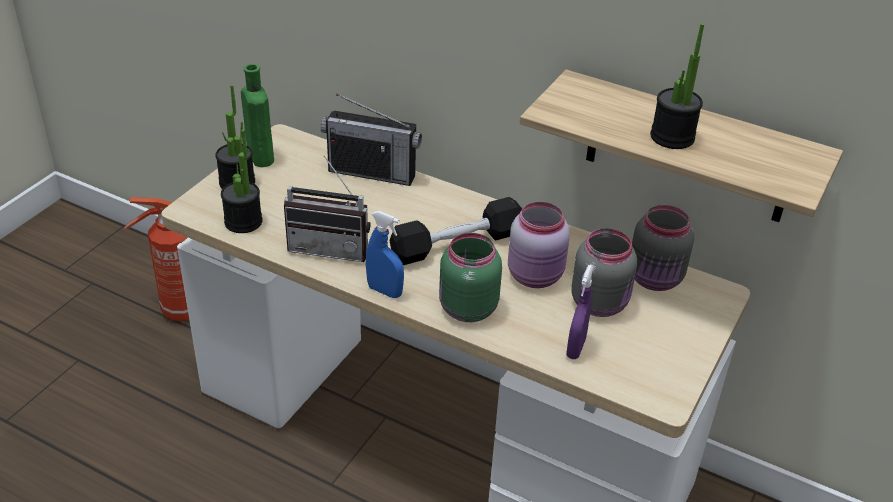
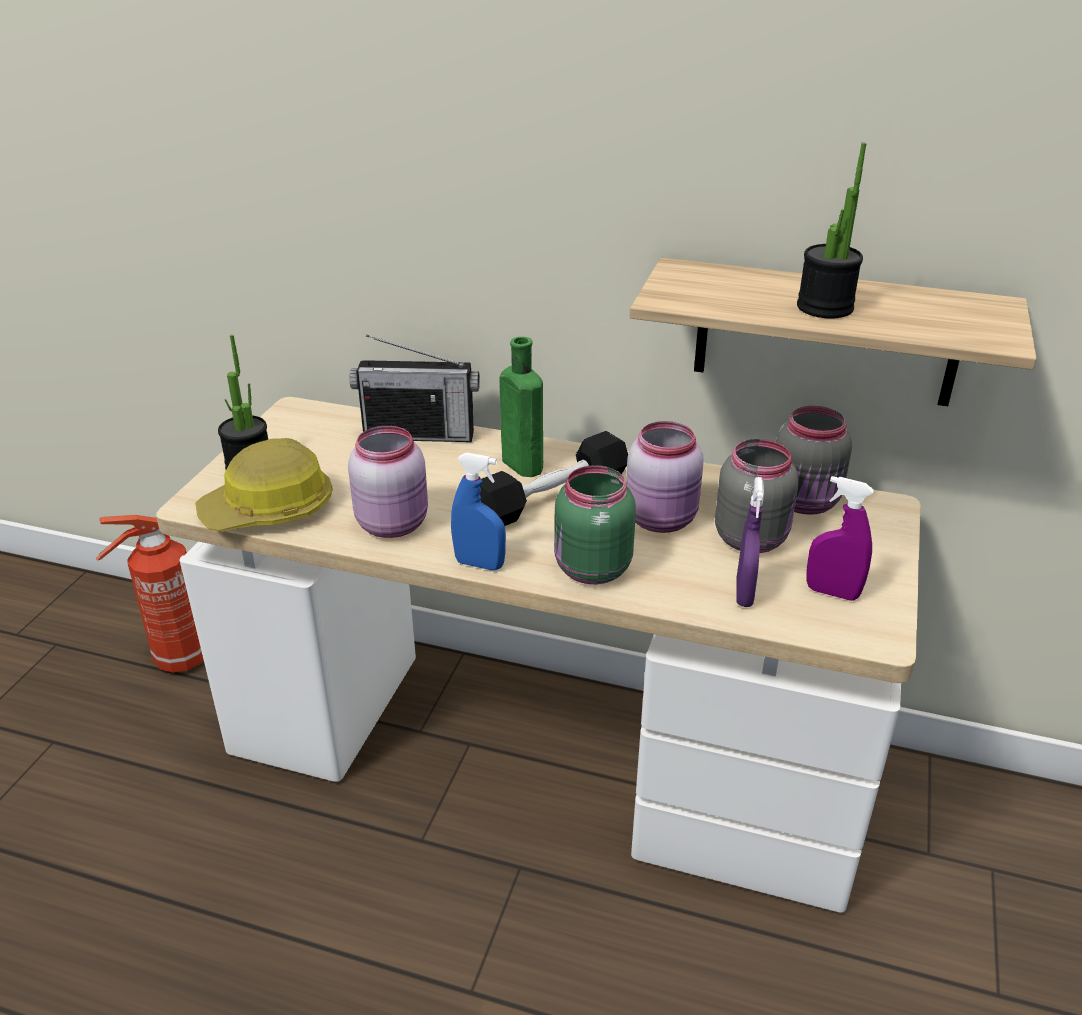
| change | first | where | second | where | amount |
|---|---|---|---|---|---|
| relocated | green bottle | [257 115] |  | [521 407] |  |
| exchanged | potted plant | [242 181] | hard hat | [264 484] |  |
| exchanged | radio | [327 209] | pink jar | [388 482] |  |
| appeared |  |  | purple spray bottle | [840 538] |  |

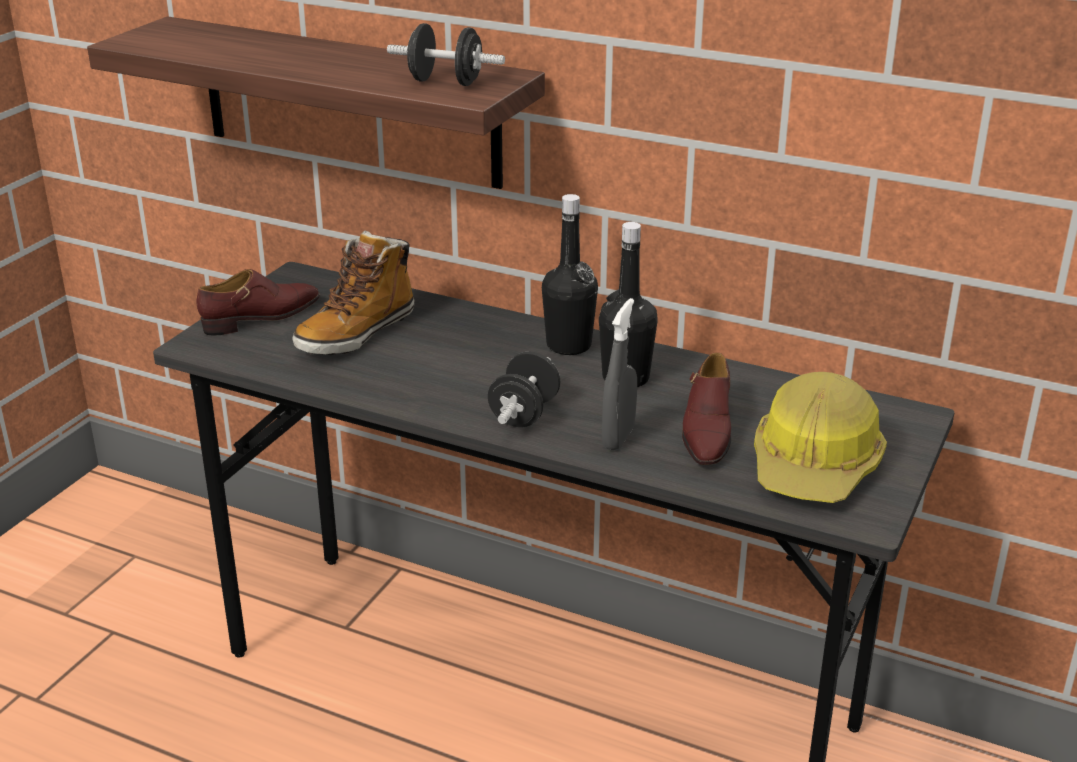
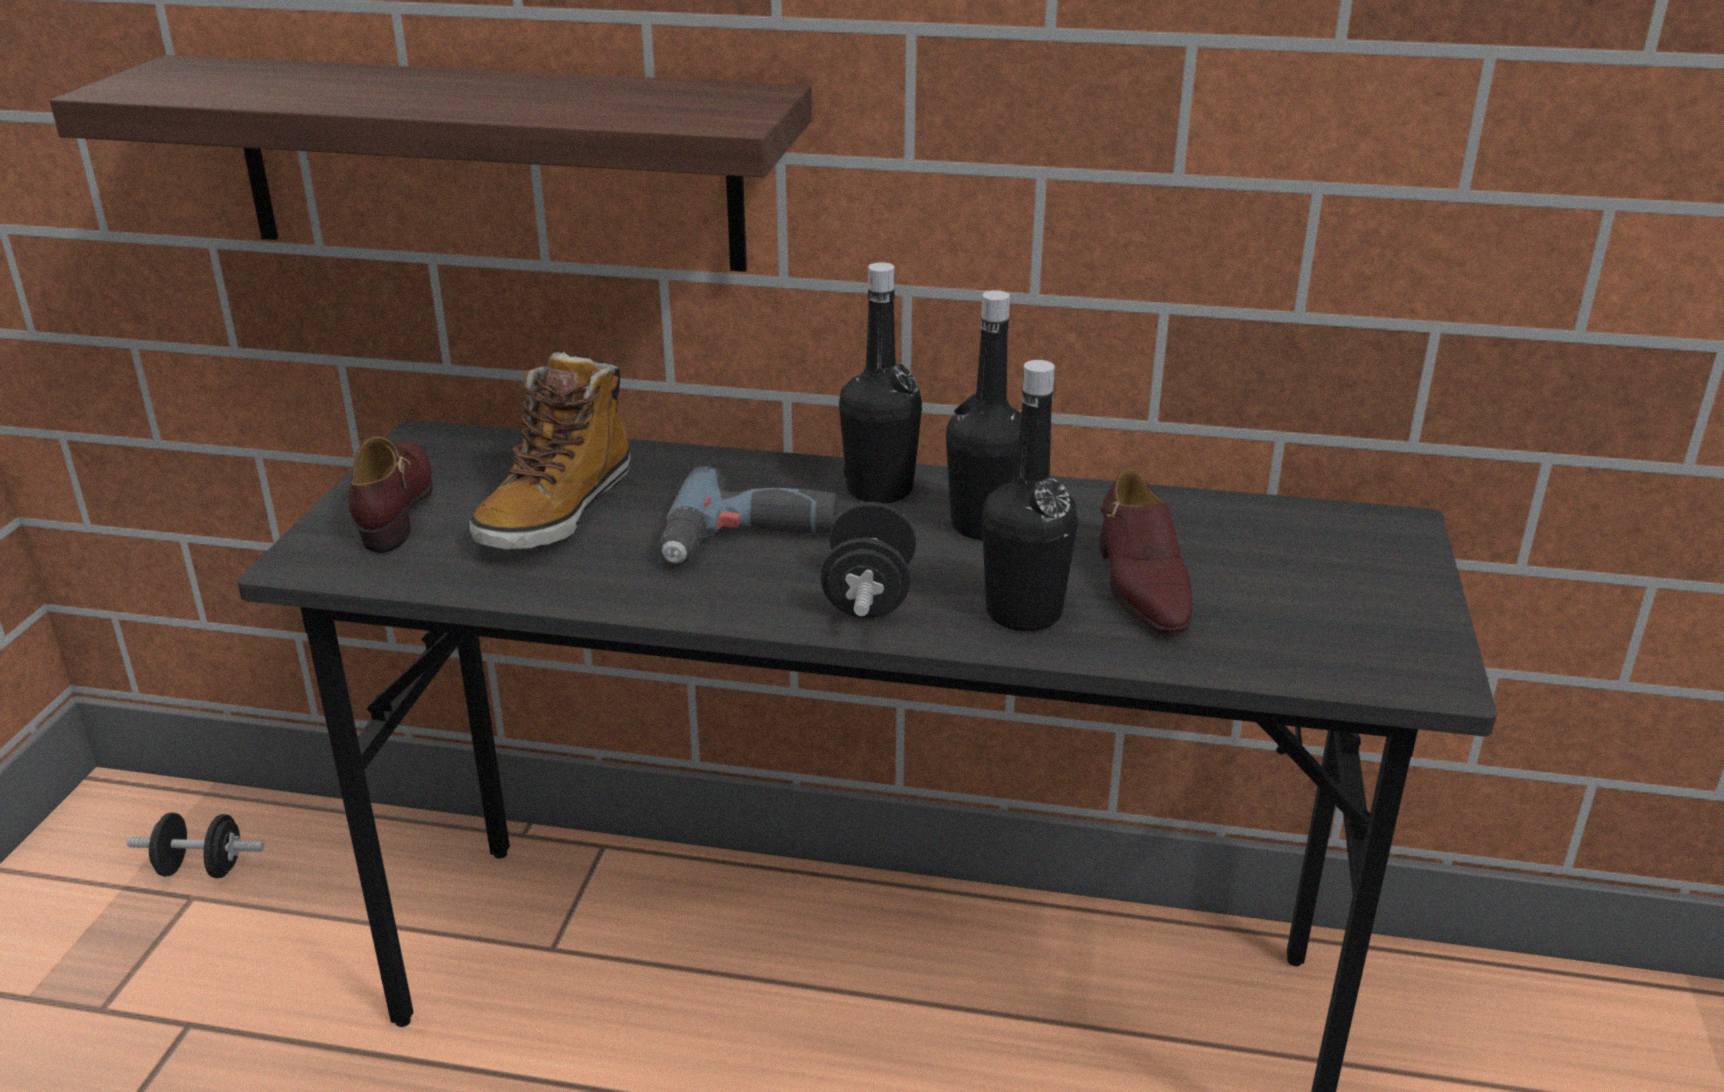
| change | first | where | second | where | amount |
|---|---|---|---|---|---|
| relocated | black dumbbell | [446 54] |  | [195 845] |  |
| spun | brown shoe | [258 302] |  | [390 494] | 45 degrees counterclockwise |
| exchanged | grey spray bottle | [619 374] | black bottle | [1030 495] |  |
| missing | hard hat | [820 437] |  |  |  |
| appeared |  |  | power drill | [748 515] |  |

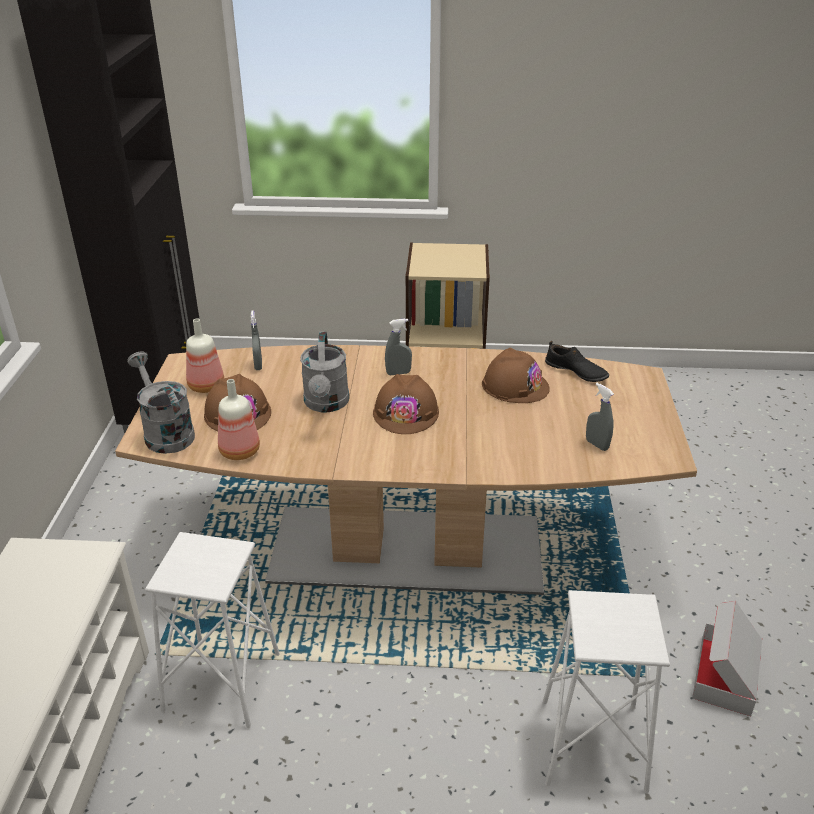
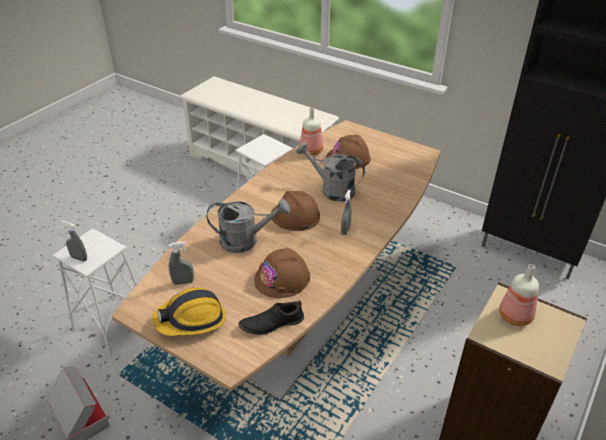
| change | first | where | second | where | amount |
|---|---|---|---|---|---|
| relocated | grey spray bottle | [256 340] |  | [74 241] |  |
| relocated | bottle | [205 356] |  | [519 295] |  |
| relocated | grey watering can | [161 402] |  | [248 226] |  |
| appeared |  |  | hard hat | [189 312] |  |

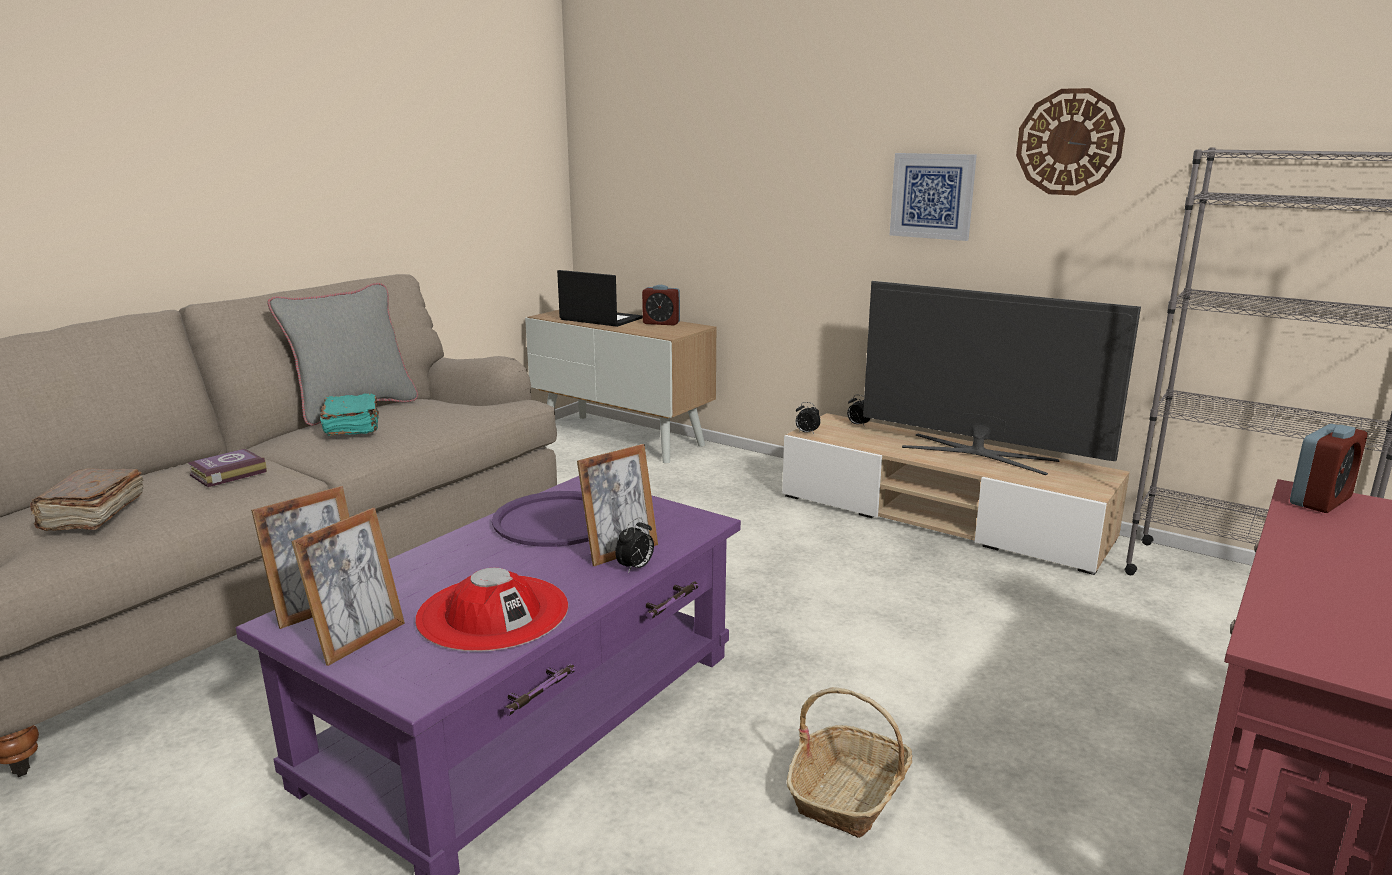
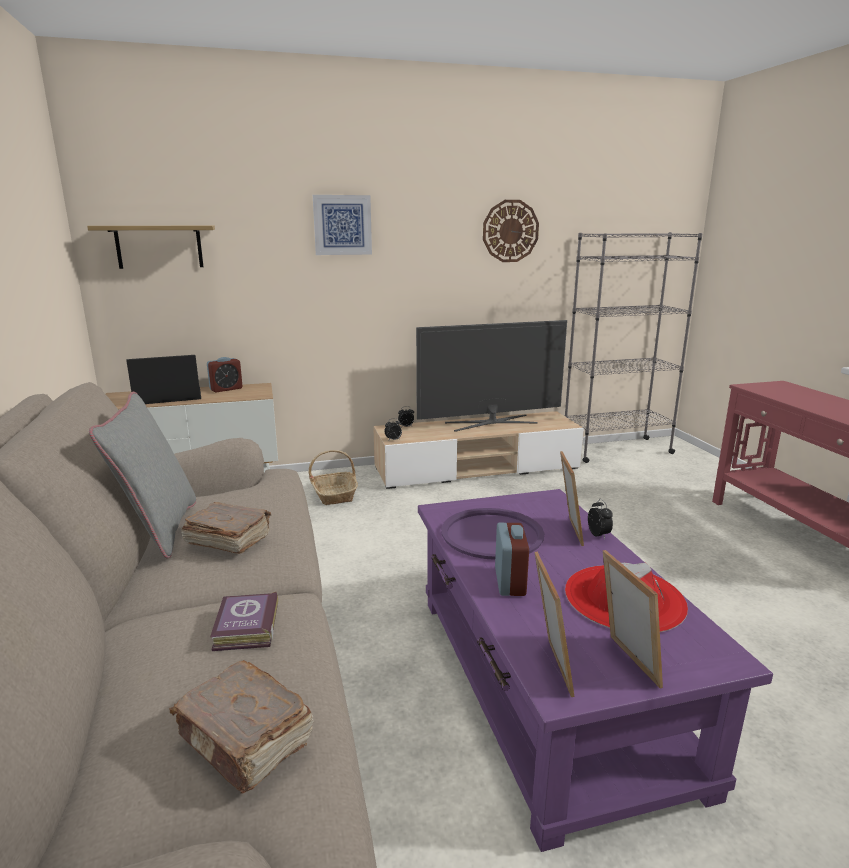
| change | first | where | second | where | amount |
|---|---|---|---|---|---|
| relocated | picture | [933 197] |  | [342 225] |  |
| colour | turquoise book | [349 414] | brown book | [226 528] |  |
| relocated | alarm clock | [1328 468] |  | [512 559] |  |
| relocated | basket | [850 762] |  | [333 477] |  |
| appeared |  |  | shelf | [151 247] |  |

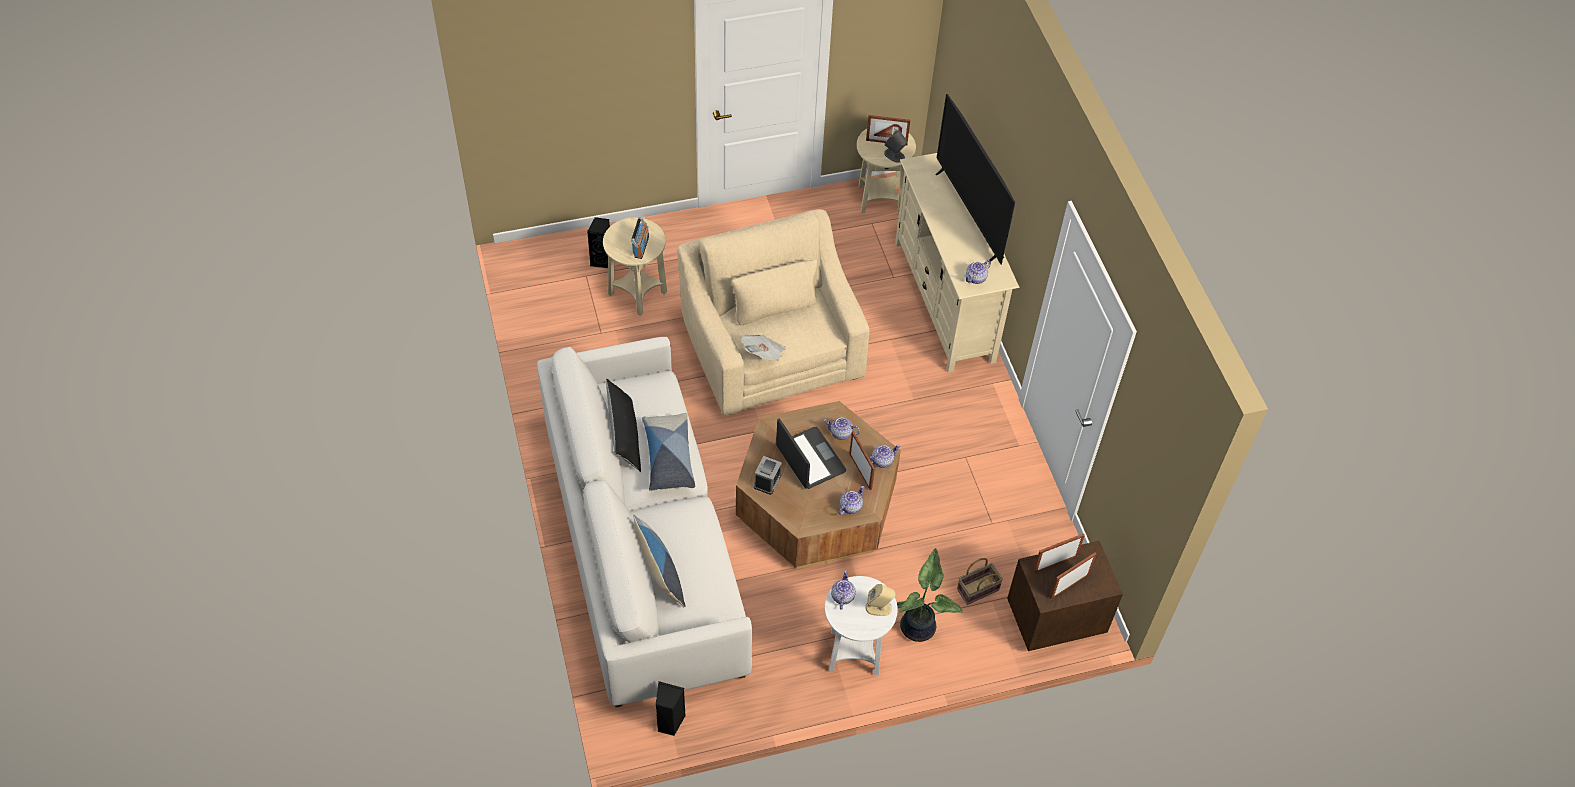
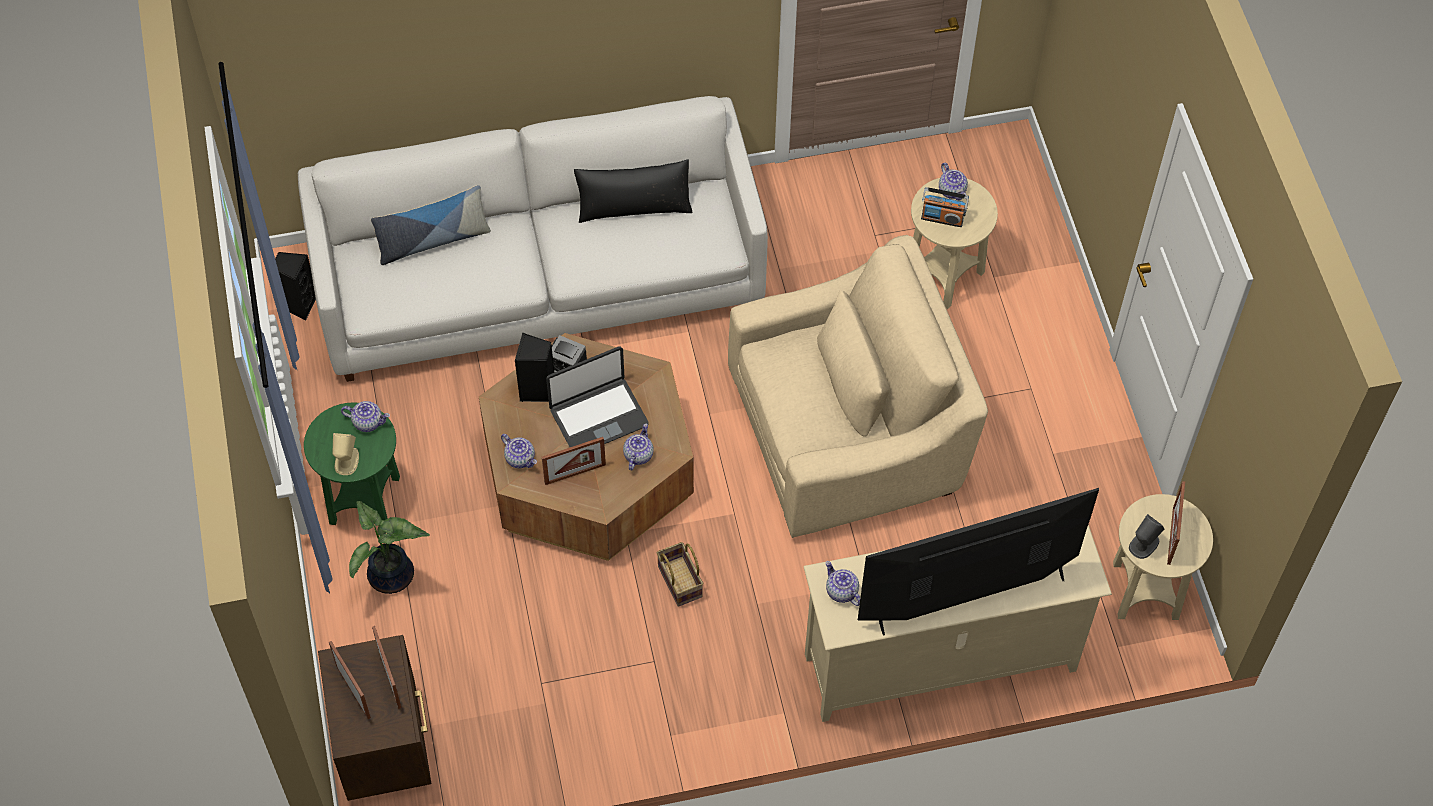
| change | first | where | second | where | amount |
|---|---|---|---|---|---|
| relocated | black speaker | [598 242] |  | [534 367] |  |
| missing | newspaper | [763 347] |  |  |  |
| missing | pillow | [668 452] |  |  |  |
| relocated | teapot | [884 456] |  | [953 182] |  |
| relocated | basket | [980 581] |  | [680 574] |  |
| colour | white side table | [861 625] | green side table | [352 463] |  |

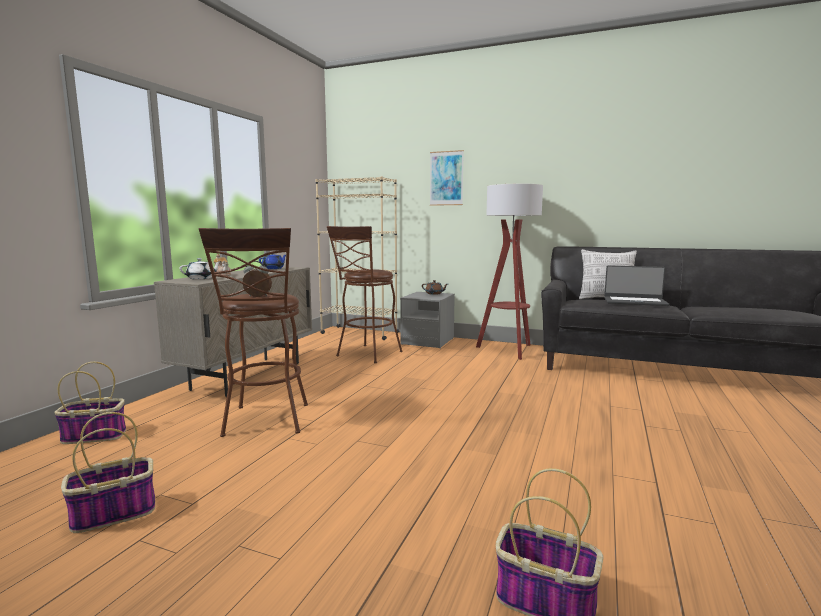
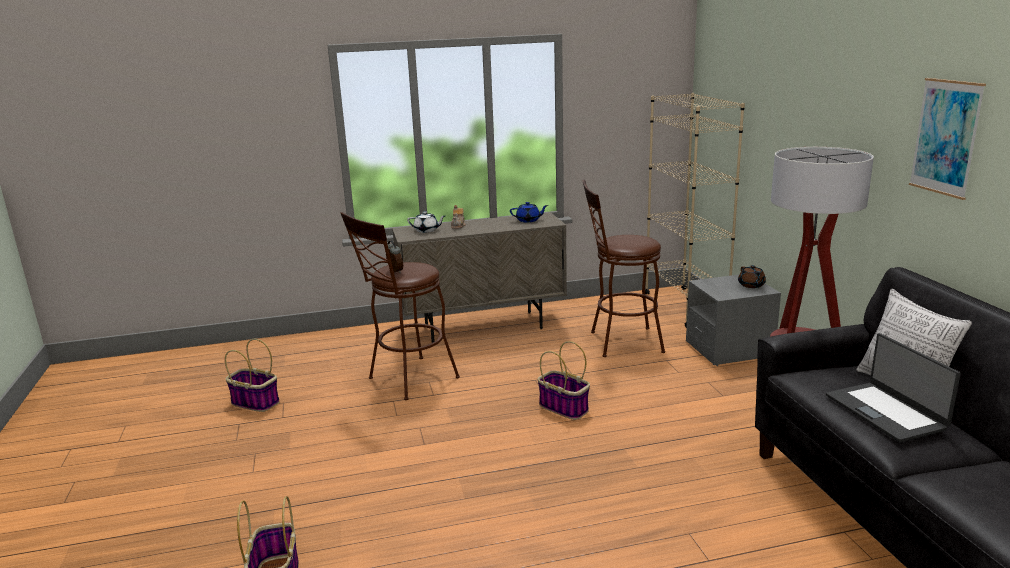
| change | first | where | second | where | amount |
|---|---|---|---|---|---|
| relocated | picture | [447 178] |  | [947 139] |  |
| relocated | basket | [90 403] |  | [564 380] |  |

